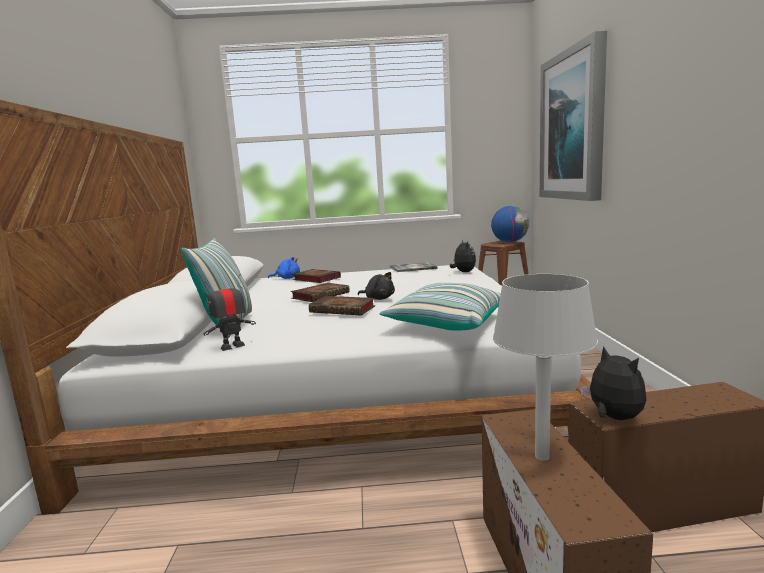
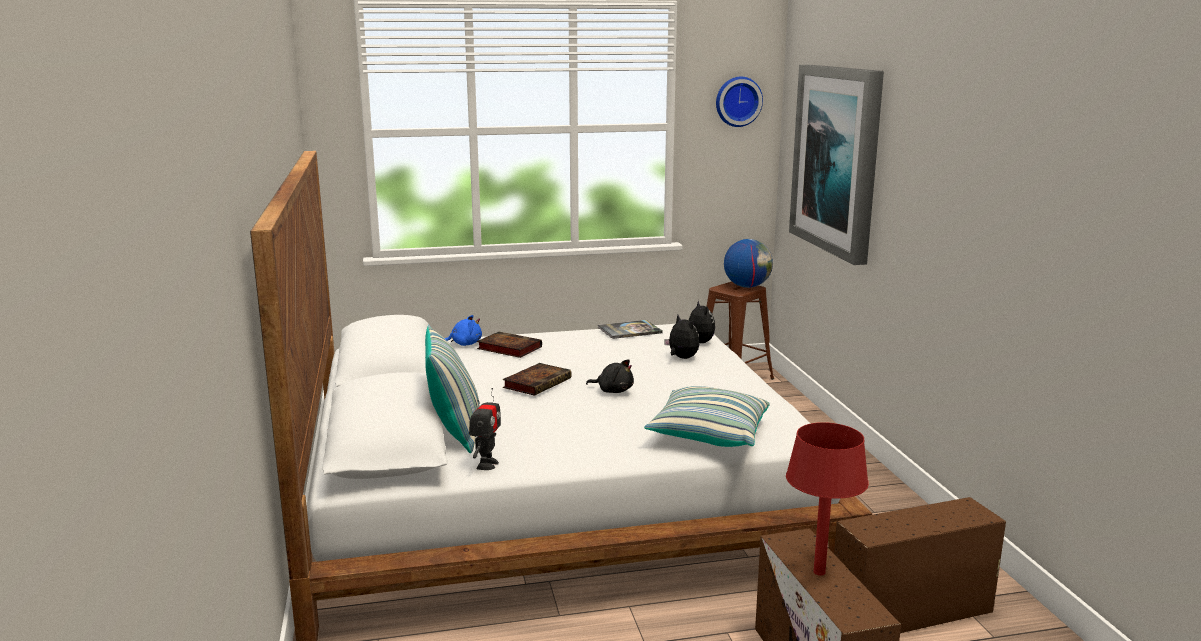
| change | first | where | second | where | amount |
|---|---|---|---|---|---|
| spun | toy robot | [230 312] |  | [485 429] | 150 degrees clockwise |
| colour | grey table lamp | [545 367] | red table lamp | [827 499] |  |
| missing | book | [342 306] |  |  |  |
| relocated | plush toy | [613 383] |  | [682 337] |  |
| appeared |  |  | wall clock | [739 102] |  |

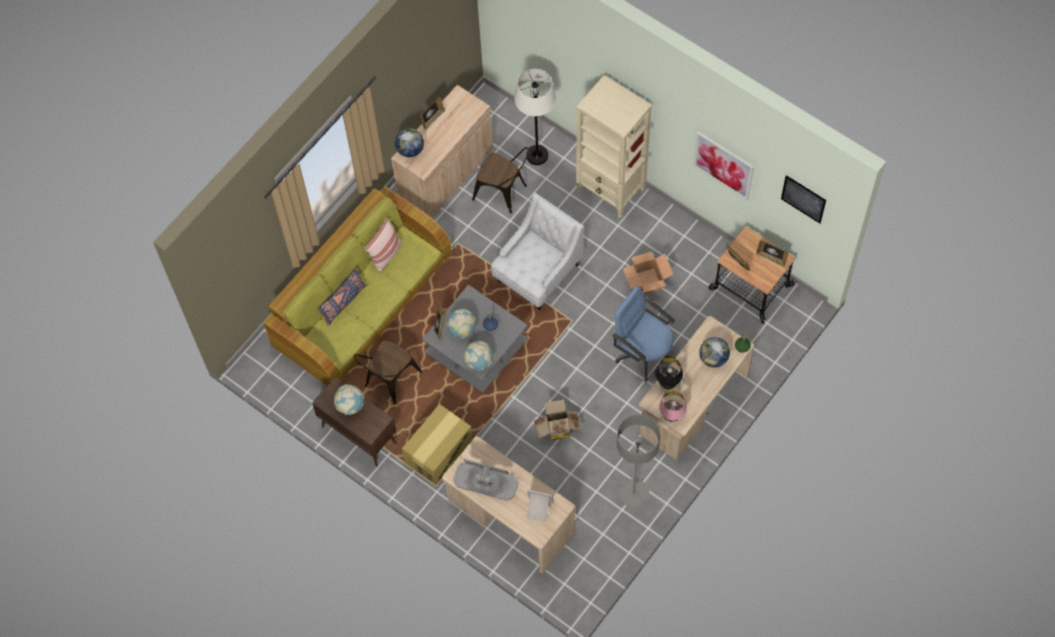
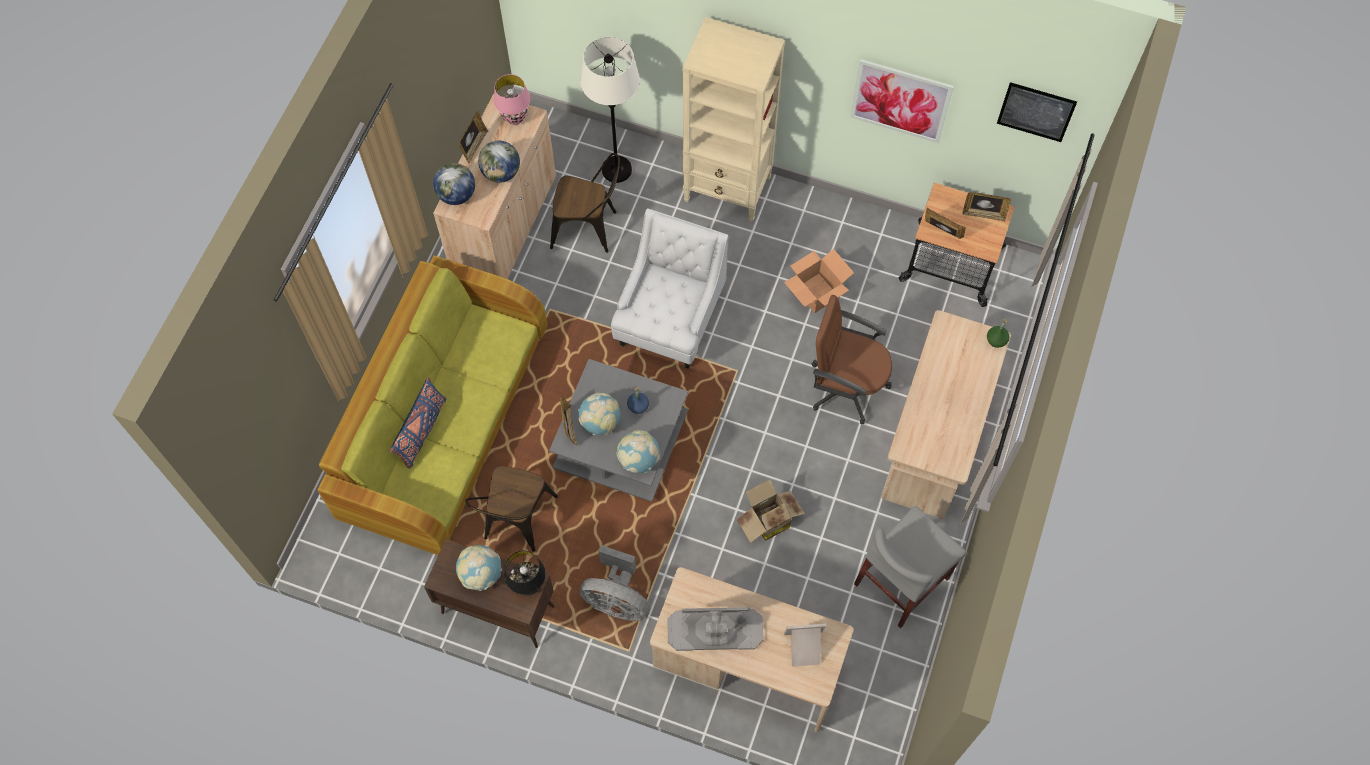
| change | first | where | second | where | amount |
|---|---|---|---|---|---|
| missing | pillow | [383 245] |  |  |  |
| colour | blue office chair | [643 334] | brown office chair | [852 359] |  |
| relocated | globe | [714 352] |  | [499 162] |  |
| relocated | black table lamp | [669 373] |  | [525 573] |  |
| relocated | pink table lamp | [673 406] |  | [511 99] |  |
| exchanged | cardboard box | [437 444] | grey fan | [615 583] |  |
| exchanged | grey floor lamp | [638 461] | grey chair | [910 567] |  |

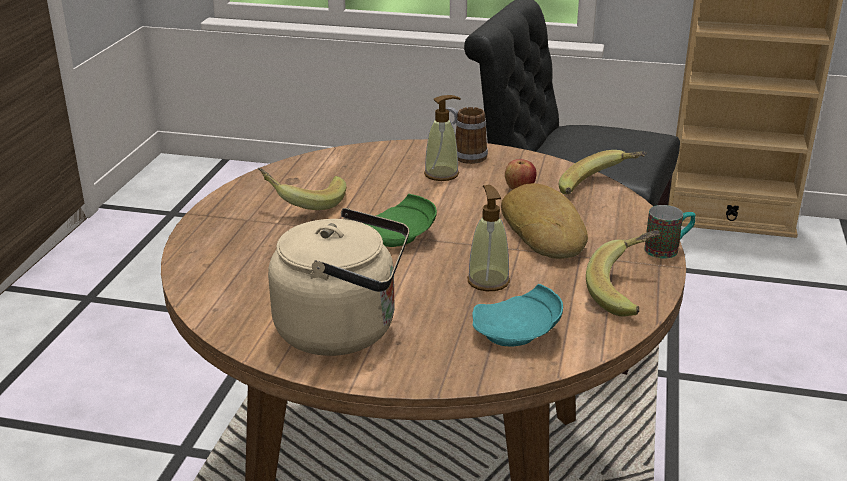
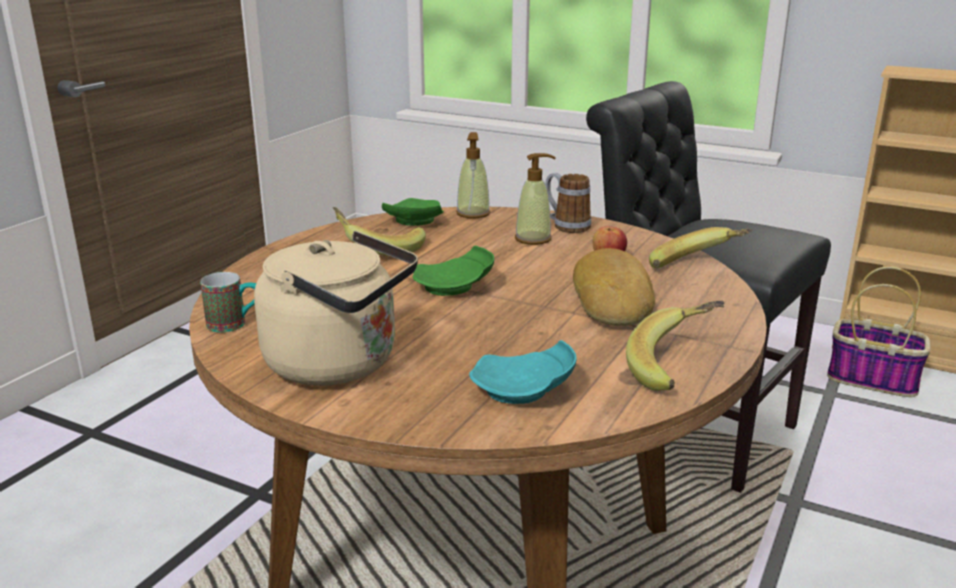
| change | first | where | second | where | amount |
|---|---|---|---|---|---|
| relocated | soap dispenser | [488 238] |  | [473 175] |  |
| relocated | mug | [670 231] |  | [228 302] |  |
| appeared |  |  | green plate | [412 212] |  |
| appeared |  |  | basket | [879 331] |  |

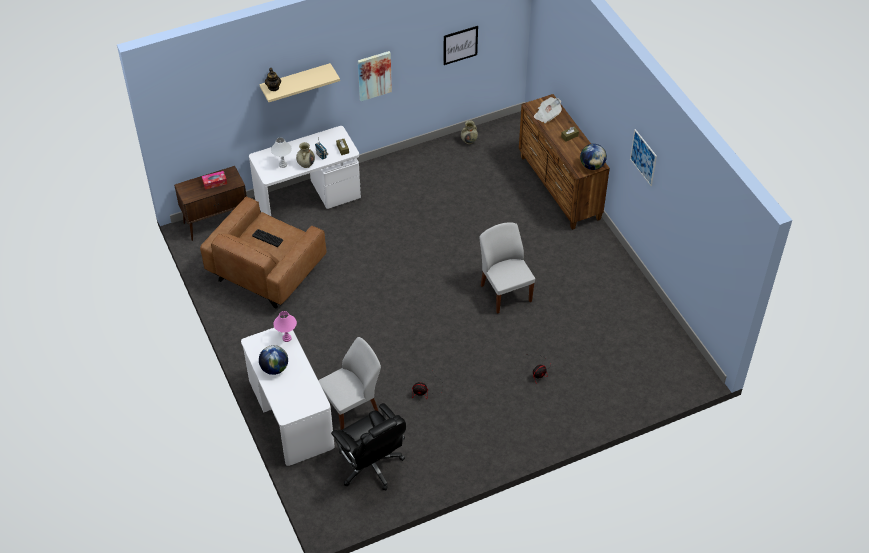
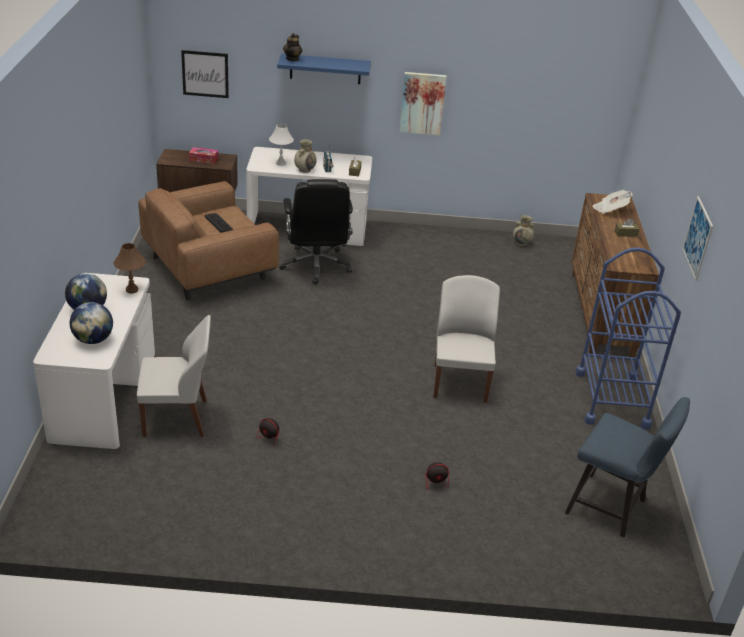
| change | first | where | second | where | amount |
|---|---|---|---|---|---|
| relocated | picture | [460 45] |  | [205 74] |  |
| colour | beige shelf | [299 82] | blue shelf | [324 69] |  |
| relocated | globe | [593 157] |  | [91 323] |  |
| colour | pink table lamp | [285 326] | brown table lamp | [130 268] |  |
| relocated | black office chair | [368 447] |  | [316 232] |  |
| appeared |  |  | blue cart | [628 338] |  |
| appeared |  |  | blue chair | [627 467] |  |

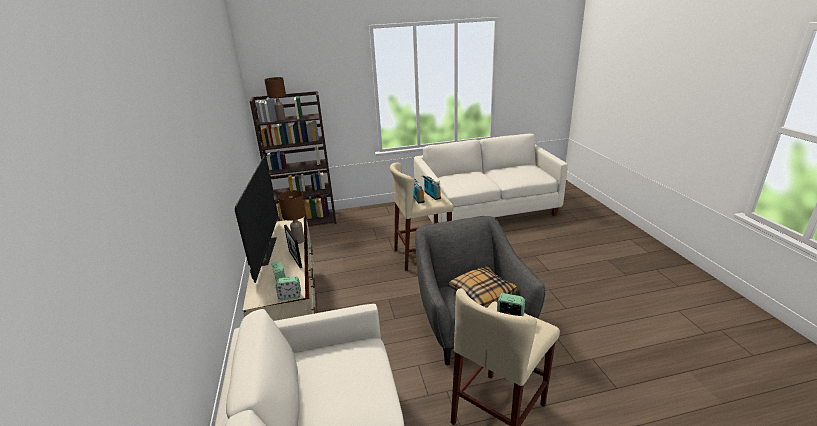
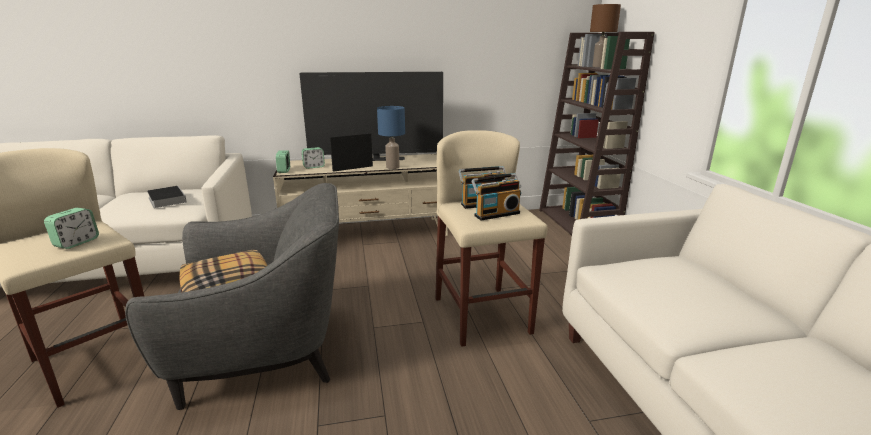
| change | first | where | second | where | amount |
|---|---|---|---|---|---|
| colour | brown table lamp | [292 217] | blue table lamp | [391 137] |  |
| appeared |  |  | book | [167 197] |  |

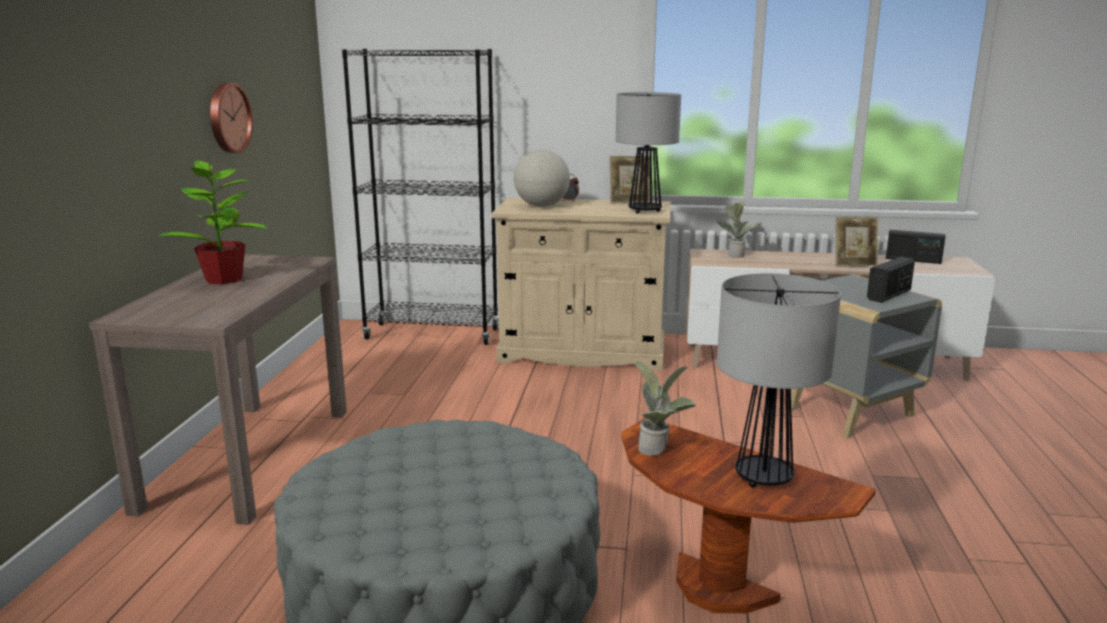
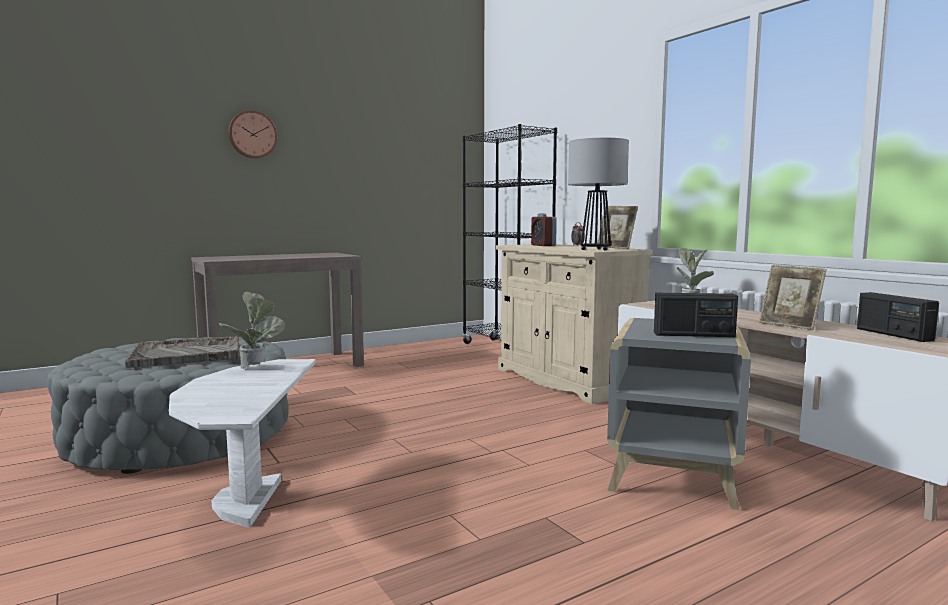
| change | first | where | second | where | amount |
|---|---|---|---|---|---|
| relocated | wall clock | [231 118] |  | [252 134] |  |
| exchanged | globe | [542 178] | alarm clock | [544 229] |  |
| missing | potted plant | [213 220] |  |  |  |
| missing | table lamp | [779 380] |  |  |  |
| colour | brown side table | [748 515] | white side table | [242 443] |  |
| appeared |  |  | grey tray | [182 352] |  |

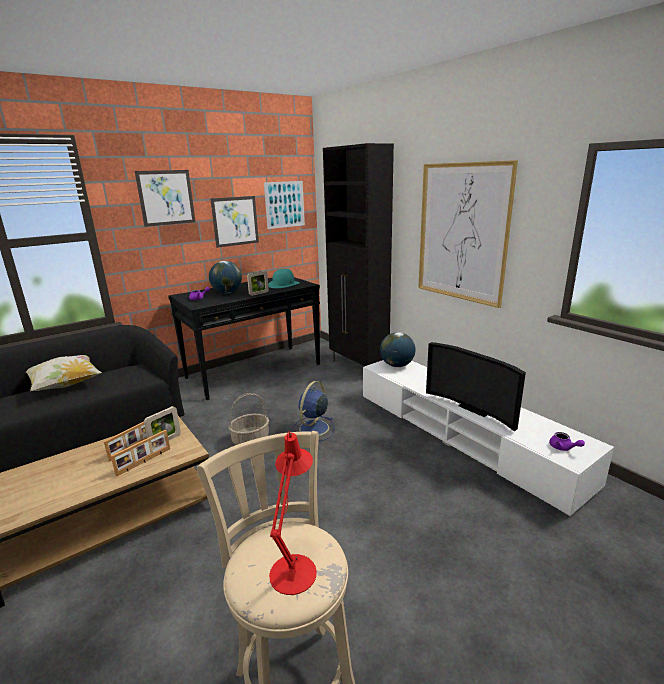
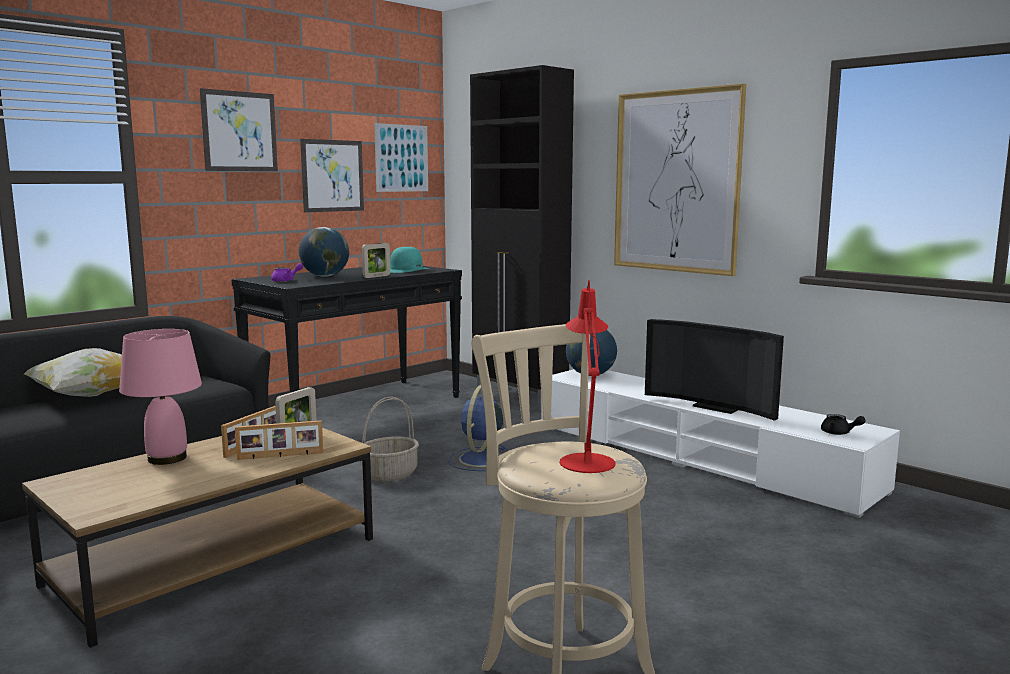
| change | first | where | second | where | amount |
|---|---|---|---|---|---|
| spun | picture frame | [140 453] |  | [279 440] | 45 degrees clockwise |
| colour | purple teapot | [567 441] | black teapot | [843 424] |  |
| appeared |  |  | pink table lamp | [160 397] |  |

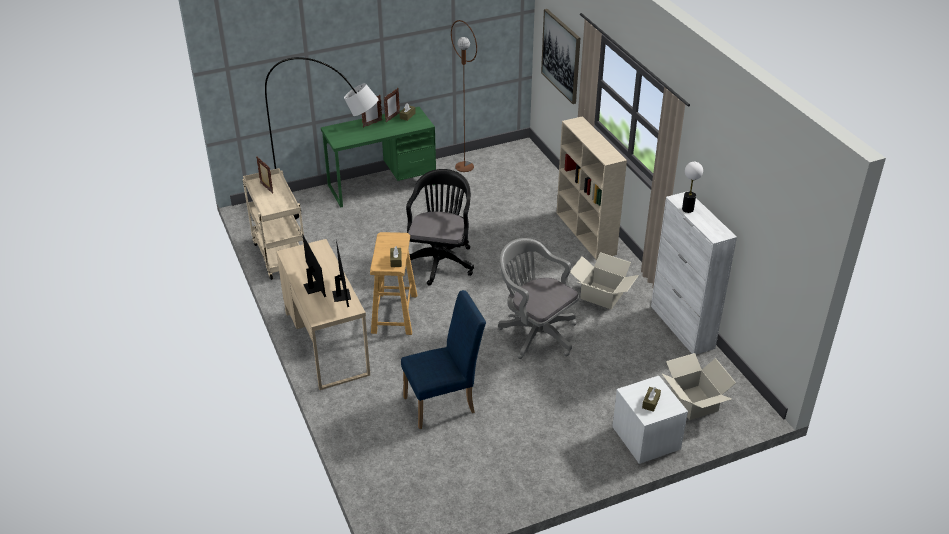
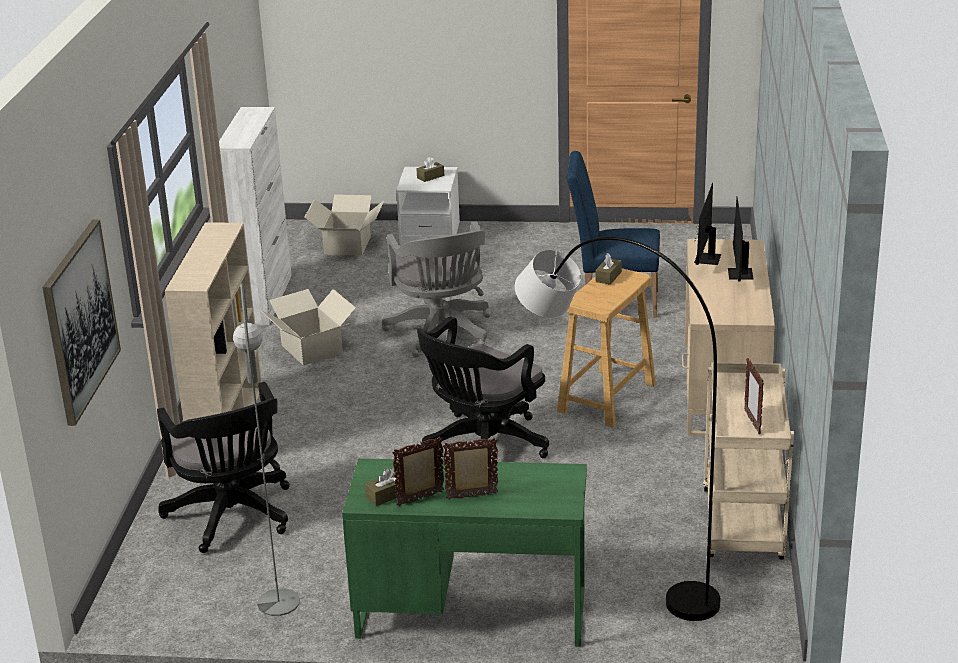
| change | first | where | second | where | amount |
|---|---|---|---|---|---|
| colour | brown floor lamp | [464 96] | grey floor lamp | [266 450] |  |
| missing | table lamp | [692 187] |  |  |  |
| appeared |  |  | black office chair | [223 467] |  |

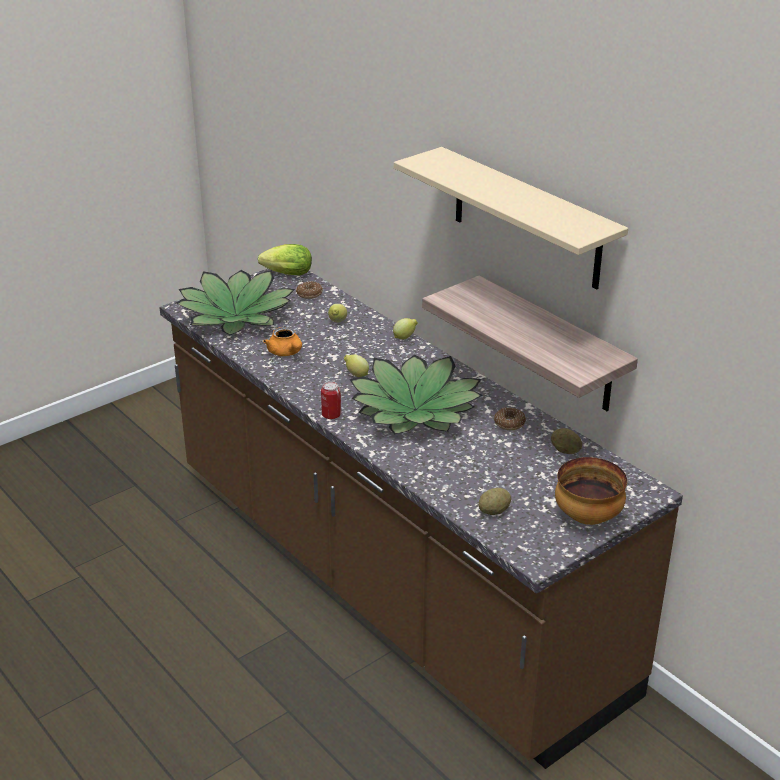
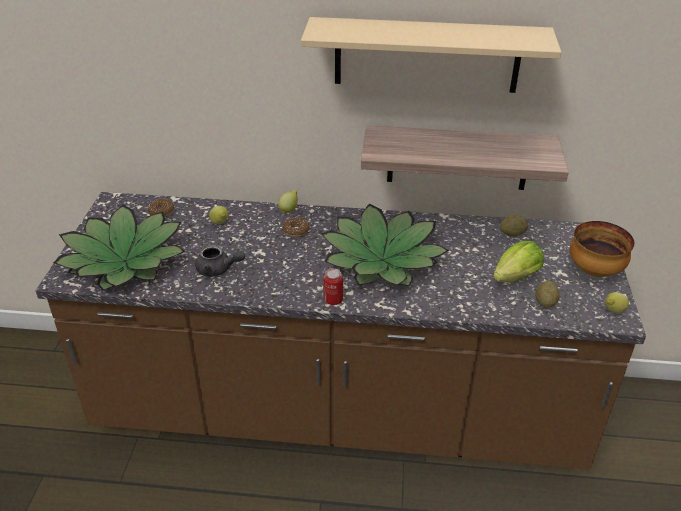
| change | first | where | second | where | amount |
|---|---|---|---|---|---|
| relocated | lettuce | [285 259] |  | [518 261] |  |
| colour | orange teapot | [282 341] | grey teapot | [220 260] |  |
| relocated | lemon | [356 366] |  | [617 302] |  |
| relocated | donut | [510 419] |  | [295 227] |  |

